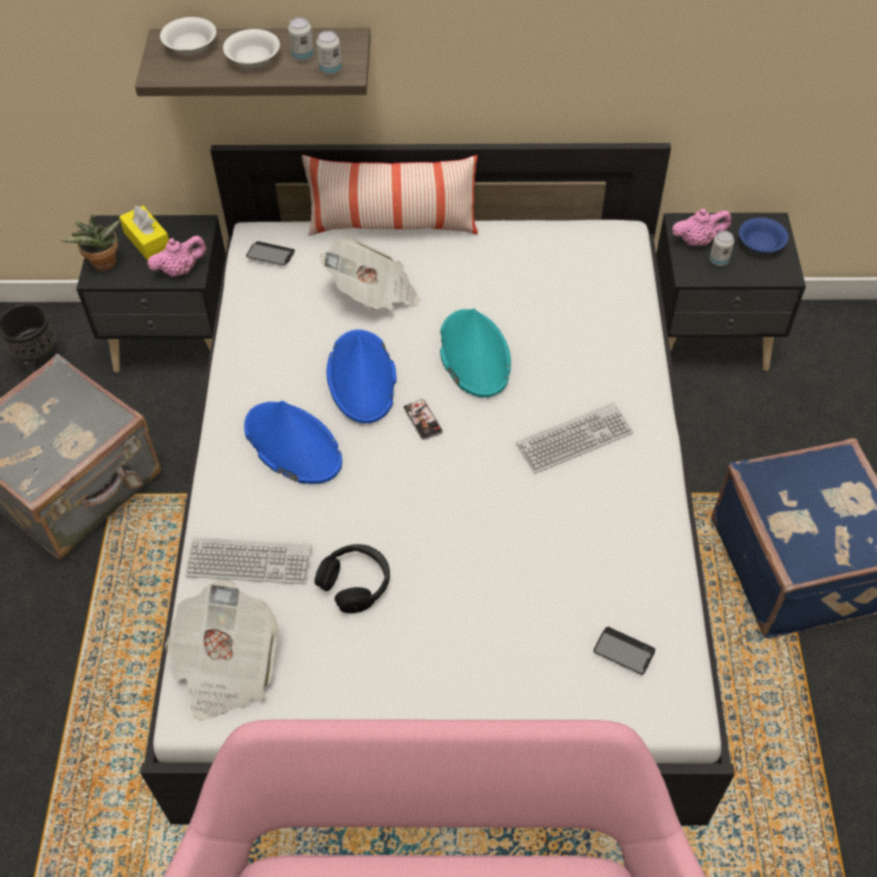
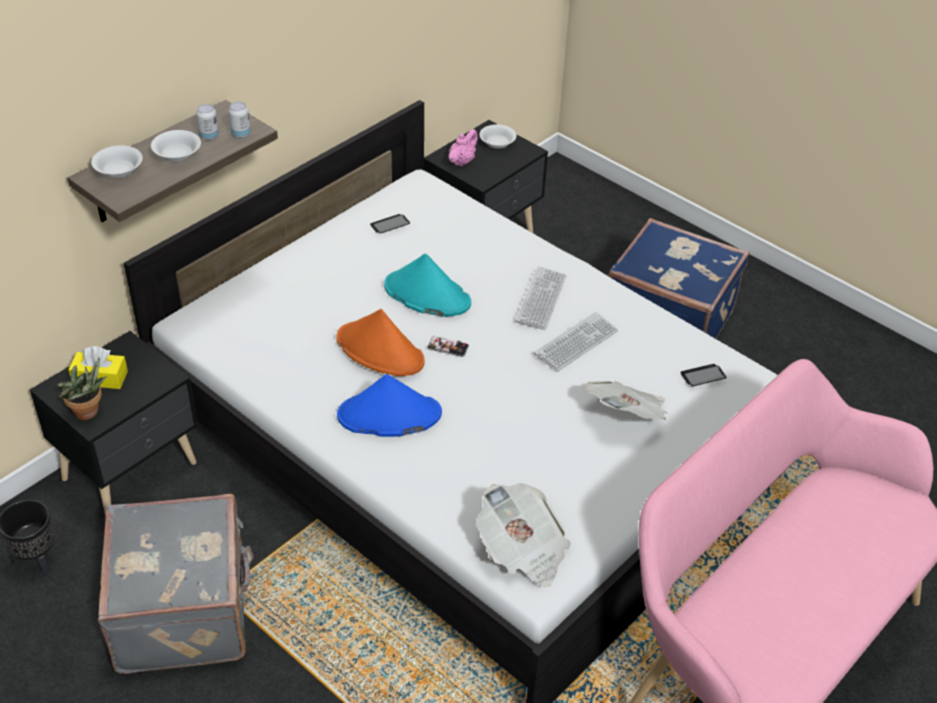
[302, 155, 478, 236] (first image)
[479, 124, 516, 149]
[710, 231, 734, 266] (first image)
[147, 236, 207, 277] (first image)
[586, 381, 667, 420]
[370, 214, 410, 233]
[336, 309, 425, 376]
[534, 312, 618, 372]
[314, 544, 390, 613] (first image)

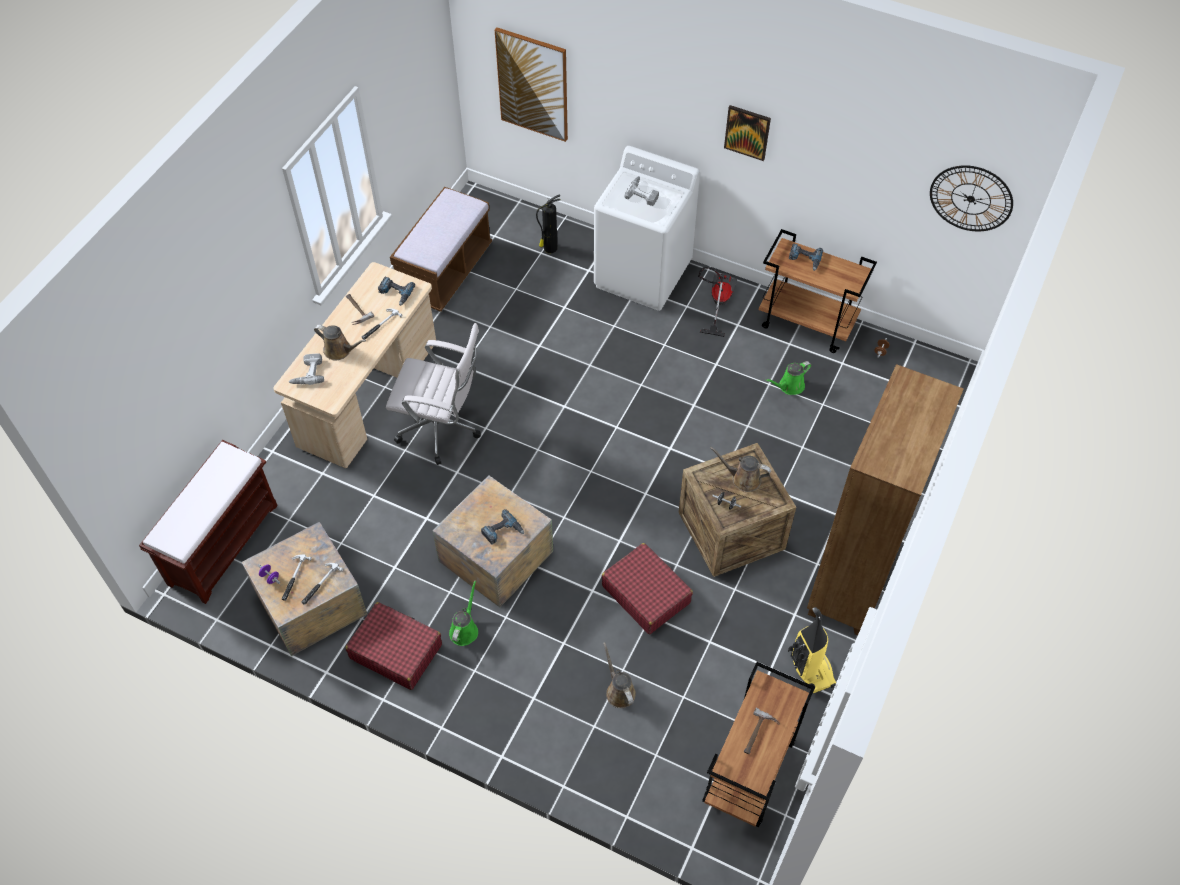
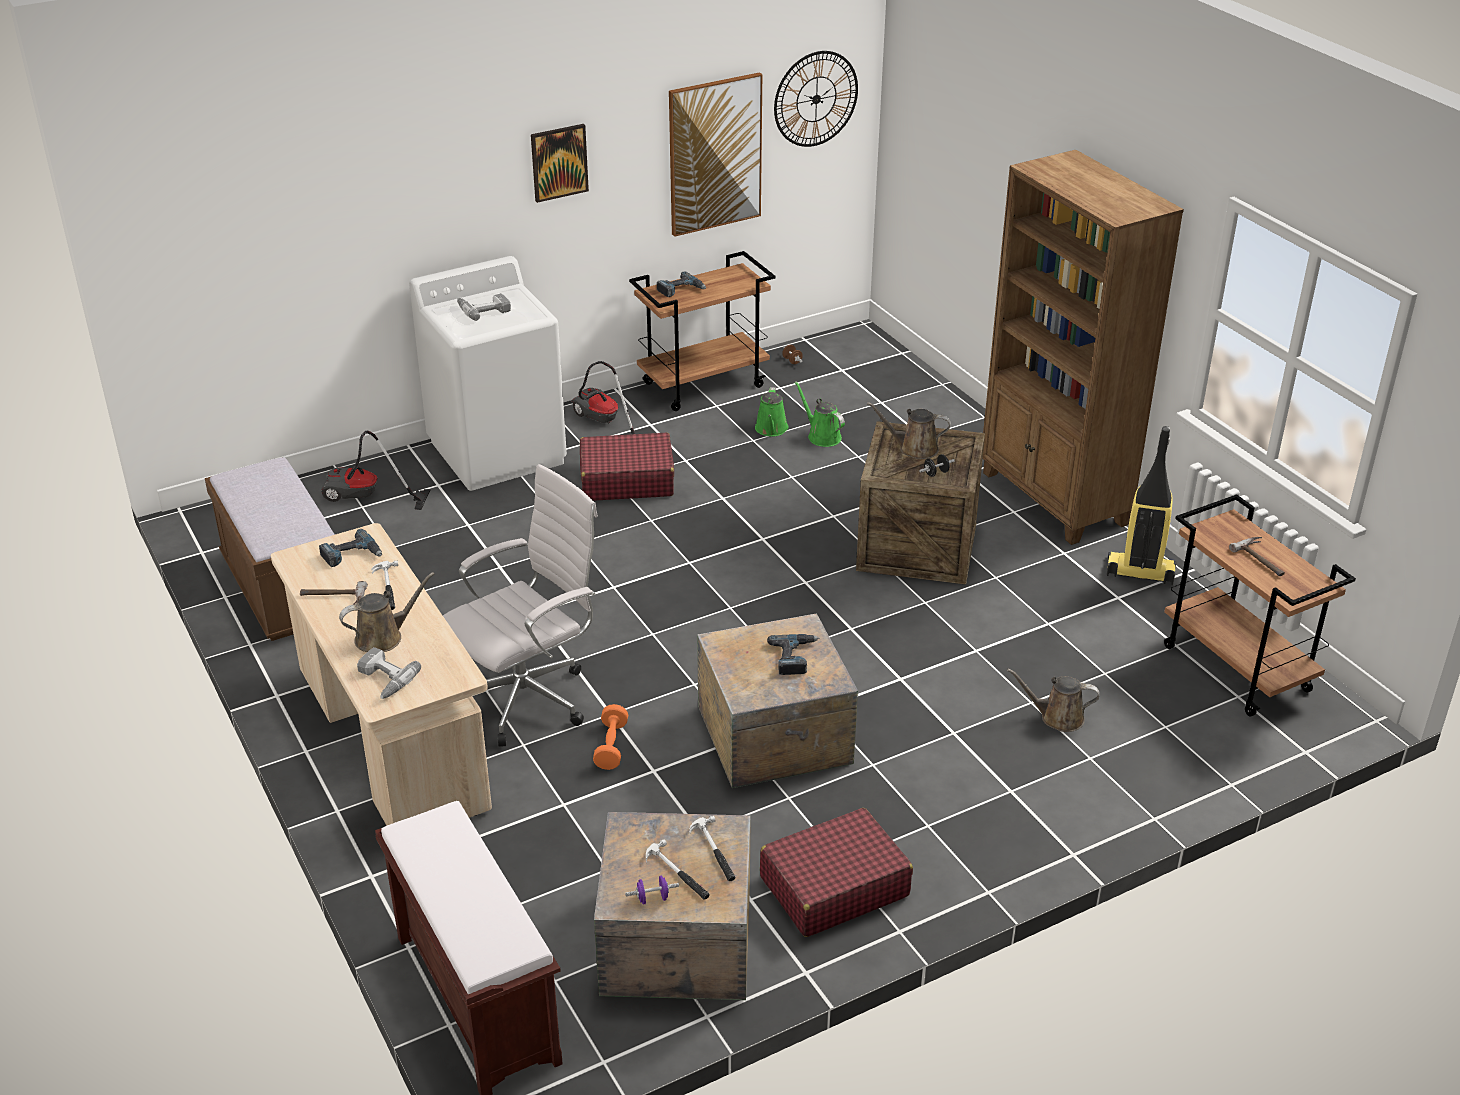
[669, 72, 762, 237]
[321, 430, 431, 510]
[867, 402, 951, 459]
[580, 432, 674, 501]
[794, 381, 845, 447]
[593, 704, 628, 770]

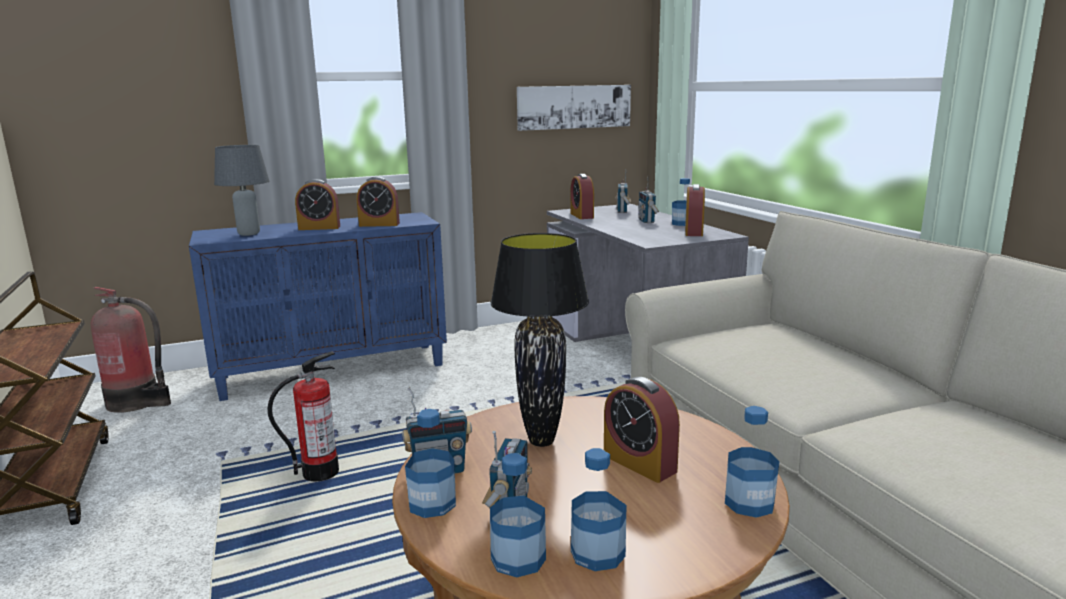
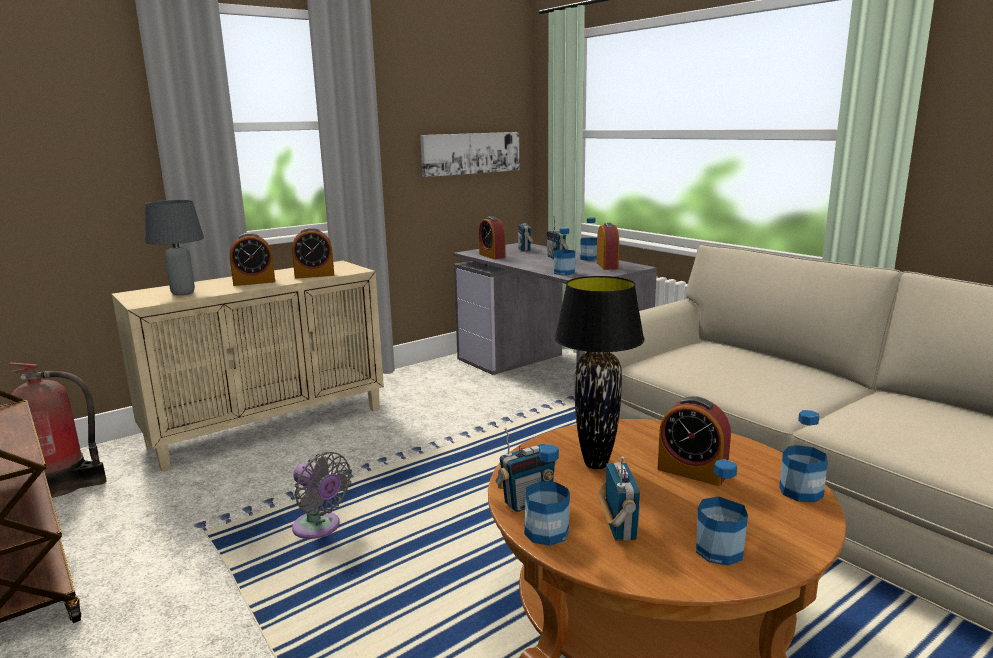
[112, 261, 384, 472]
[292, 452, 352, 539]
[554, 228, 575, 275]

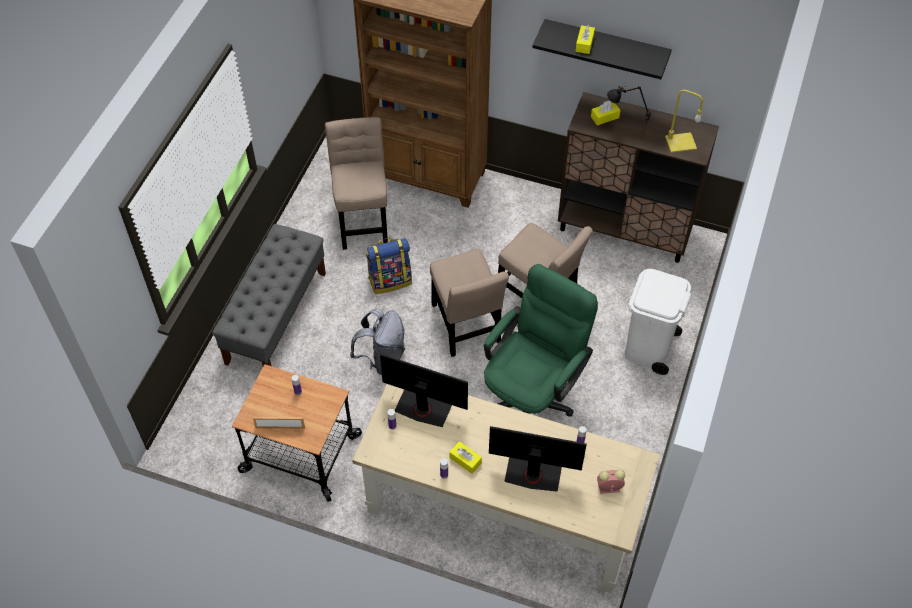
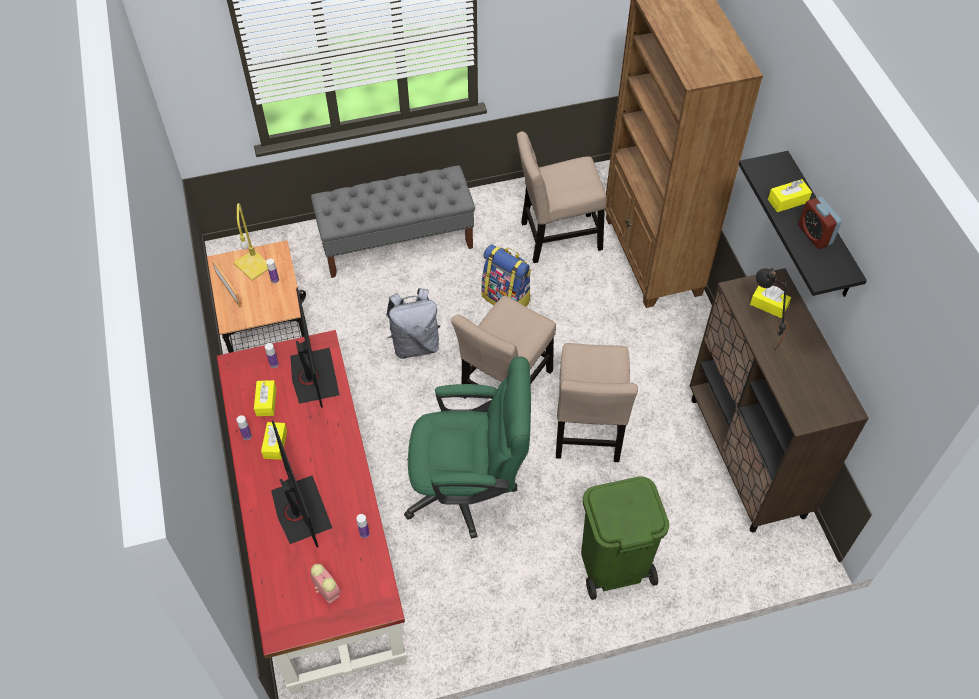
[234, 203, 268, 281]
[517, 131, 607, 263]
[581, 477, 669, 600]
[217, 330, 407, 694]
[798, 196, 842, 249]
[254, 380, 276, 416]

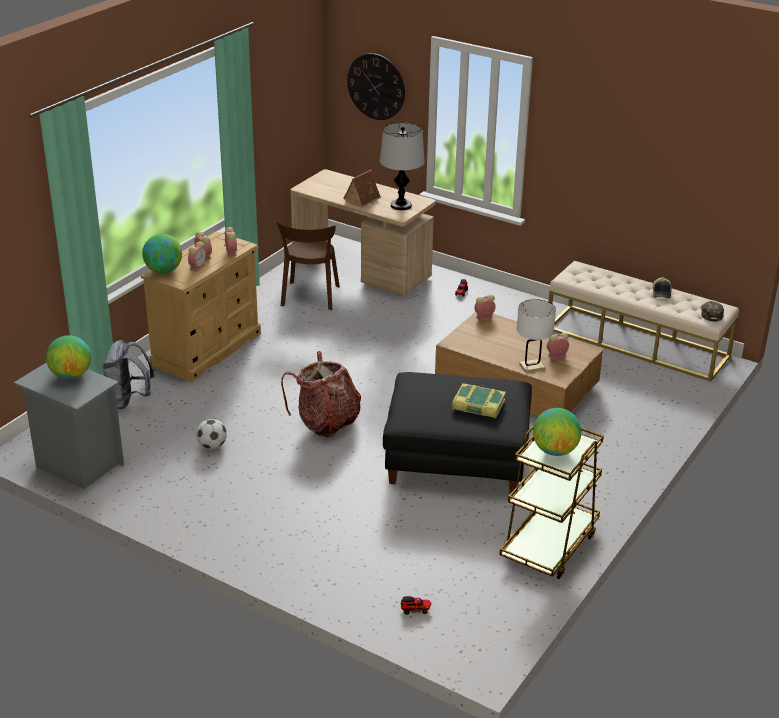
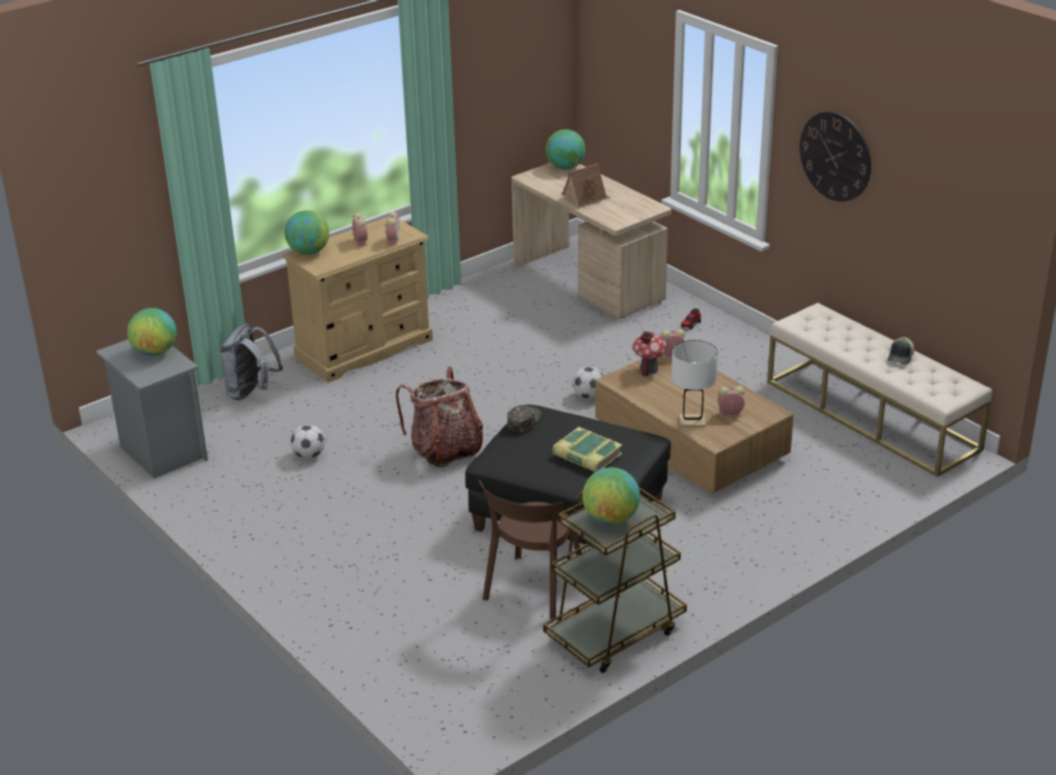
[800, 112, 871, 202]
[380, 123, 425, 210] (first image)
[479, 480, 580, 620]
[188, 241, 206, 272] (first image)
[507, 405, 541, 432]
[400, 596, 432, 615] (first image)
[546, 129, 585, 170]
[633, 331, 667, 376]
[573, 367, 603, 399]

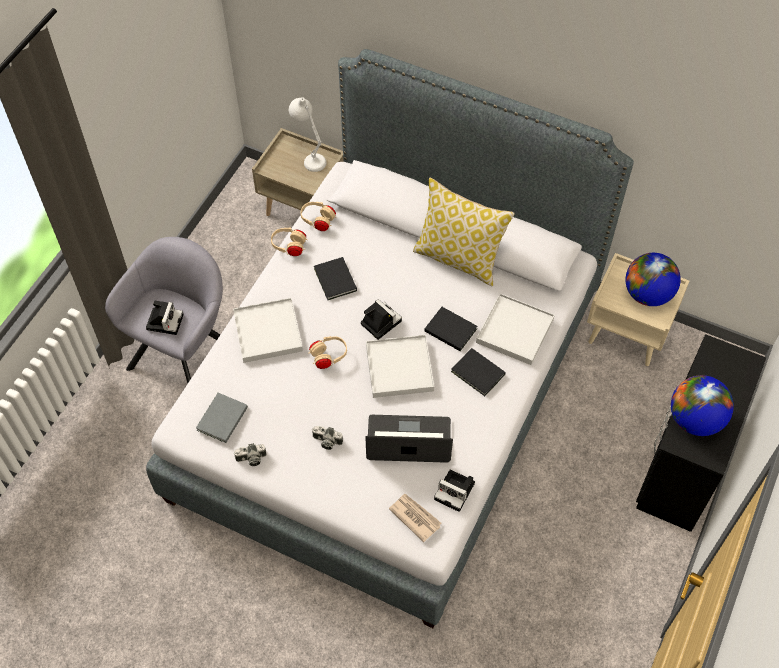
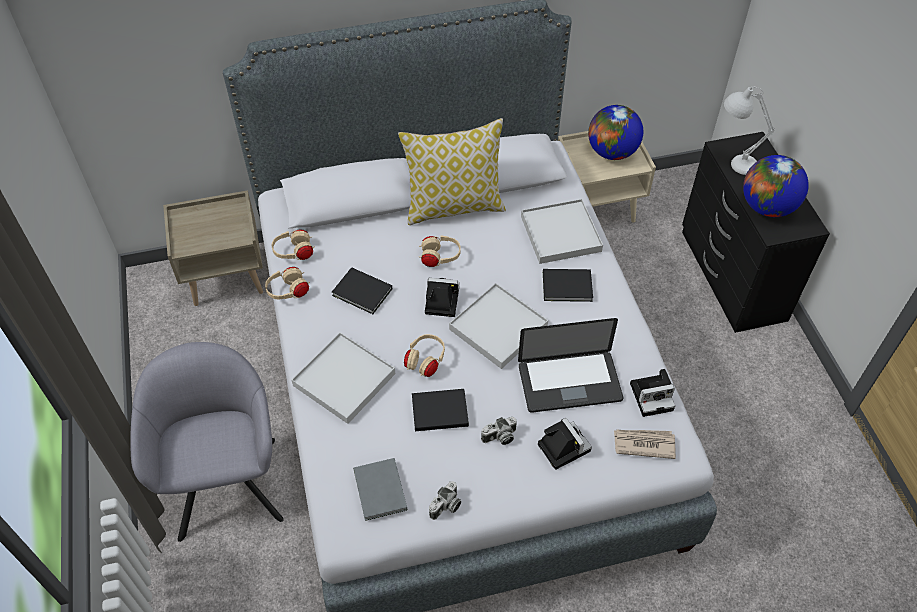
[724, 87, 775, 175]
[538, 418, 592, 470]
[412, 389, 469, 431]
[518, 318, 623, 413]
[419, 235, 461, 267]

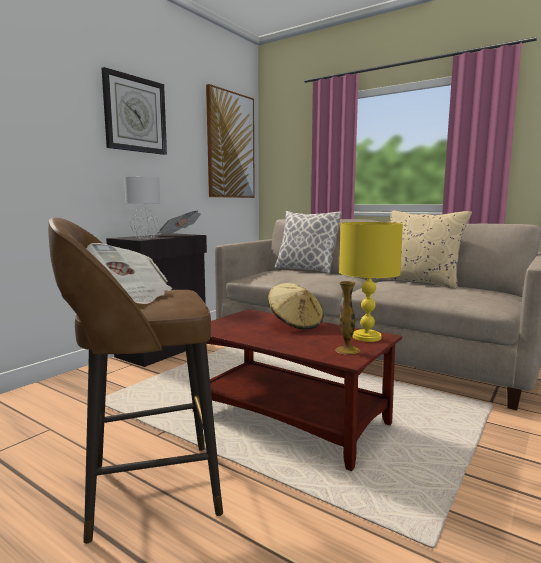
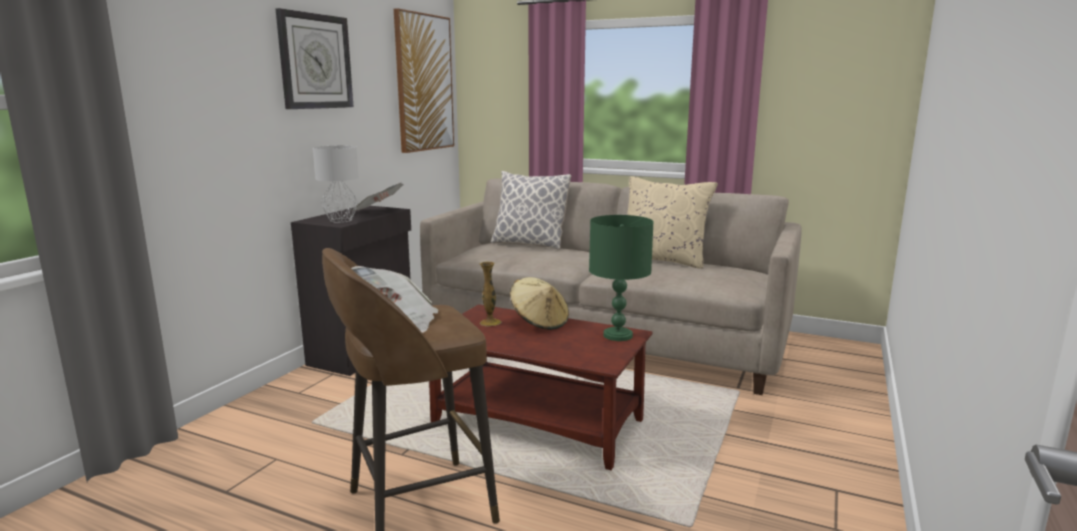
[589, 215, 654, 341]
[480, 261, 501, 327]

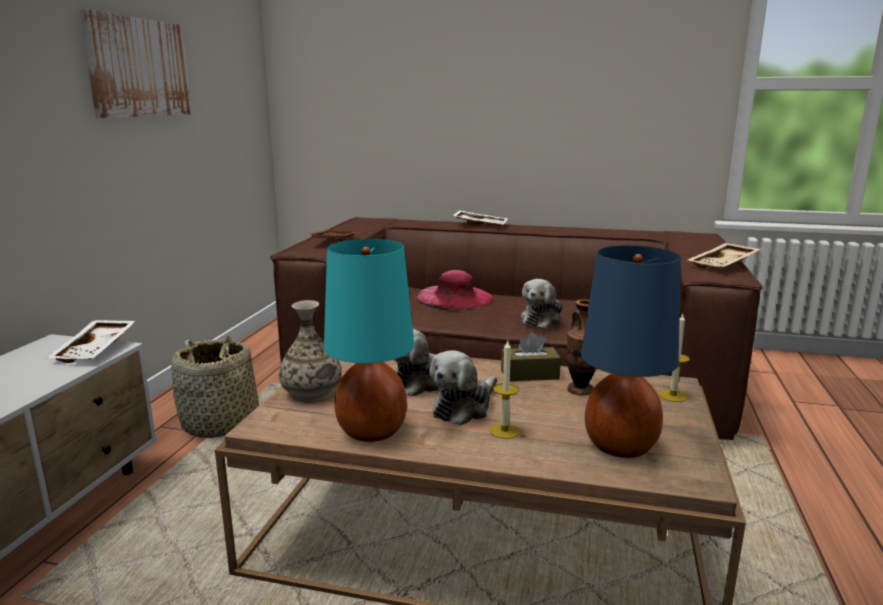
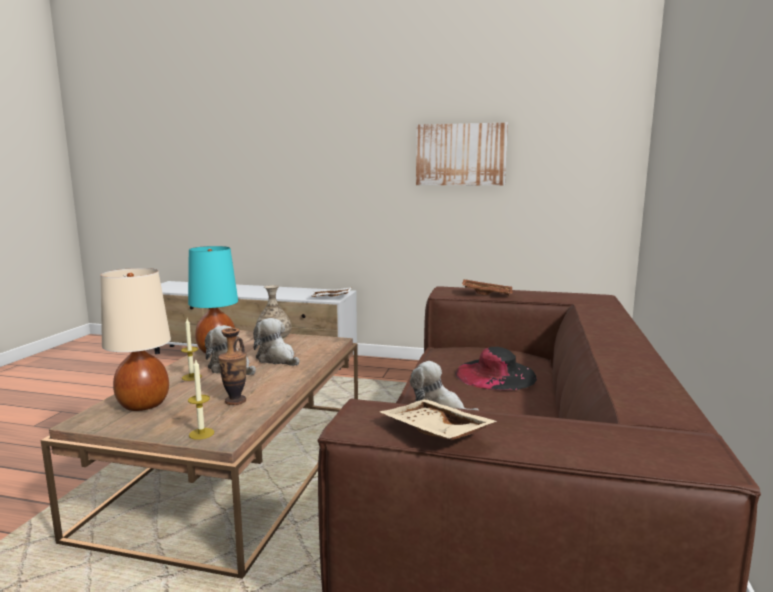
[453, 210, 508, 227] (first image)
[100, 268, 171, 411]
[456, 347, 537, 391]
[501, 332, 561, 381] (first image)
[171, 336, 259, 438] (first image)

